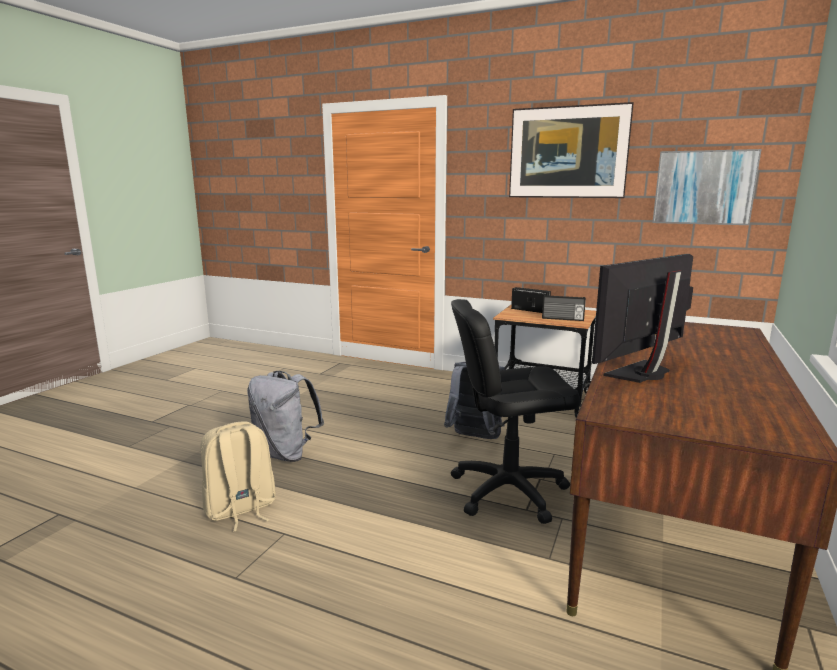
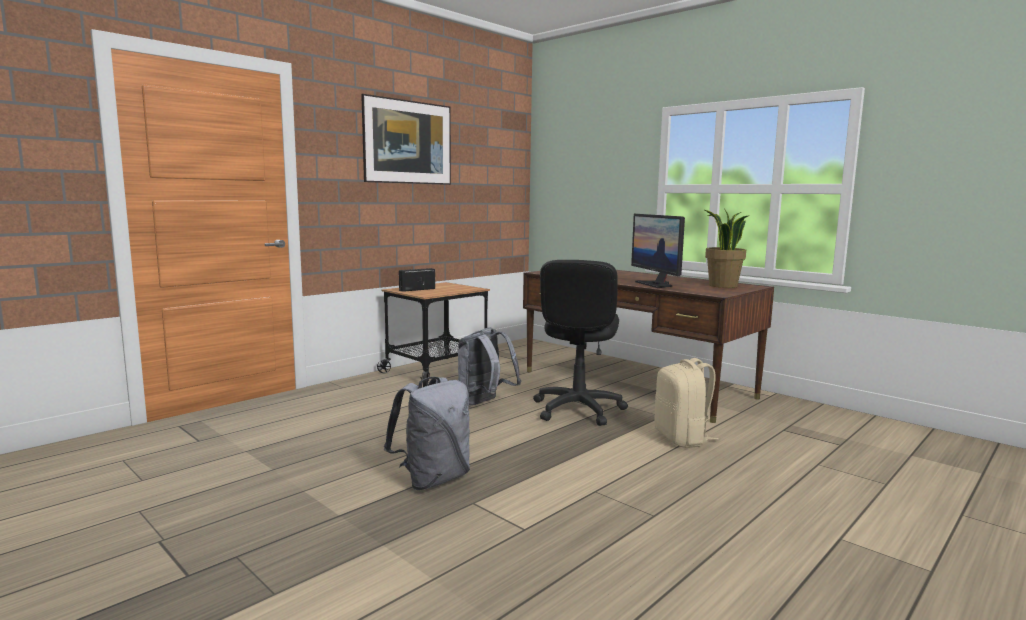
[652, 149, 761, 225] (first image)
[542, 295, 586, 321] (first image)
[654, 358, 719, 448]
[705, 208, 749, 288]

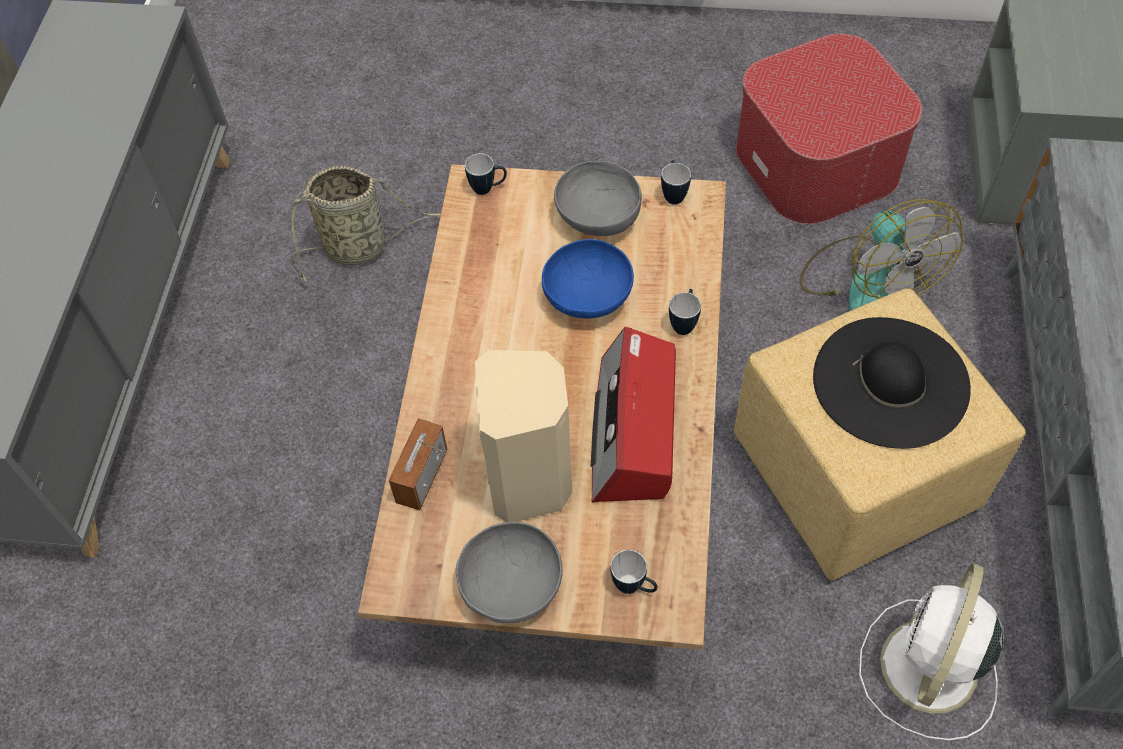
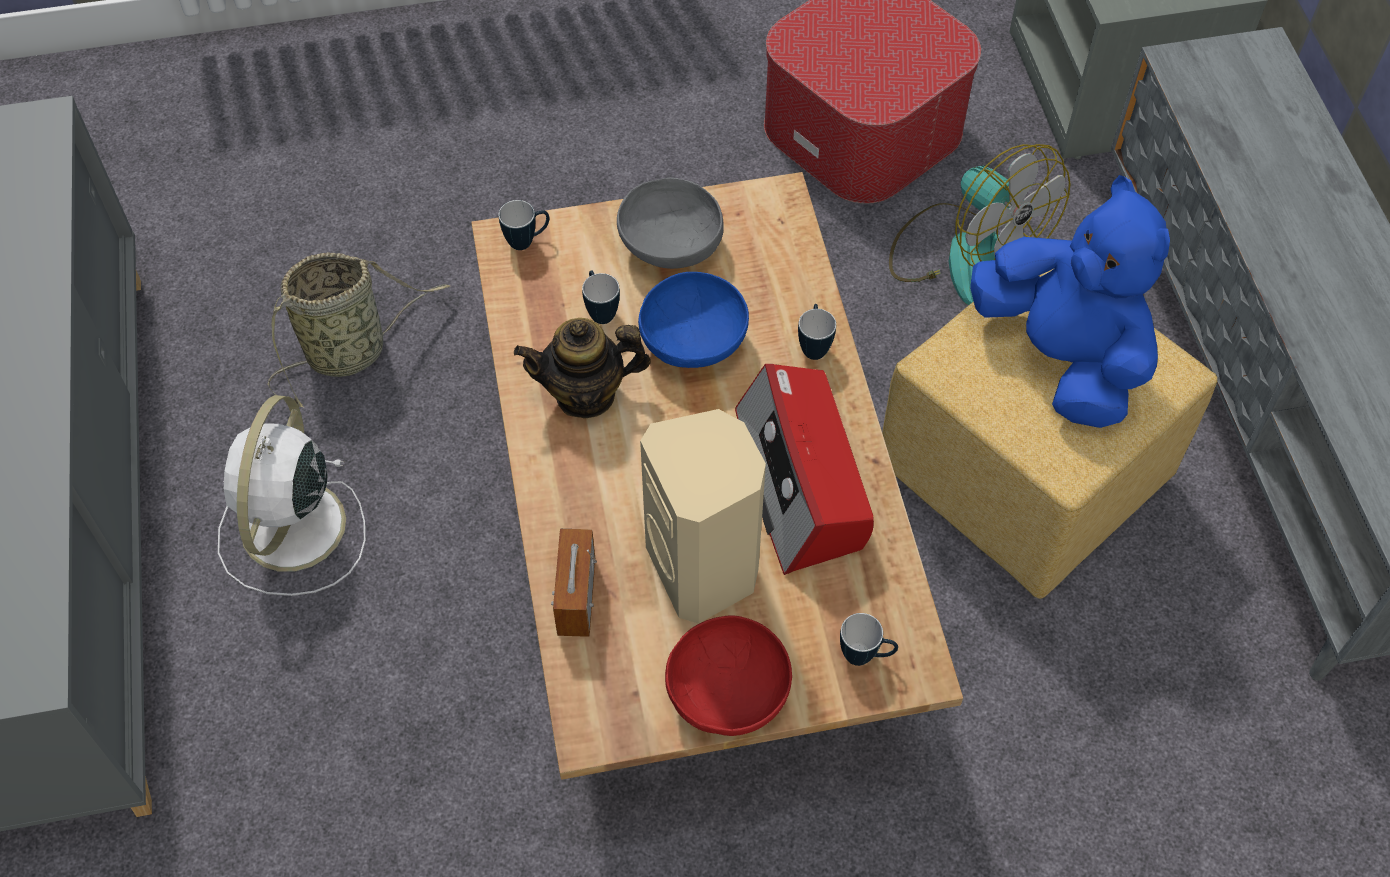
[582, 270, 620, 324]
[970, 175, 1170, 428]
[665, 616, 792, 736]
[218, 395, 366, 596]
[514, 318, 651, 419]

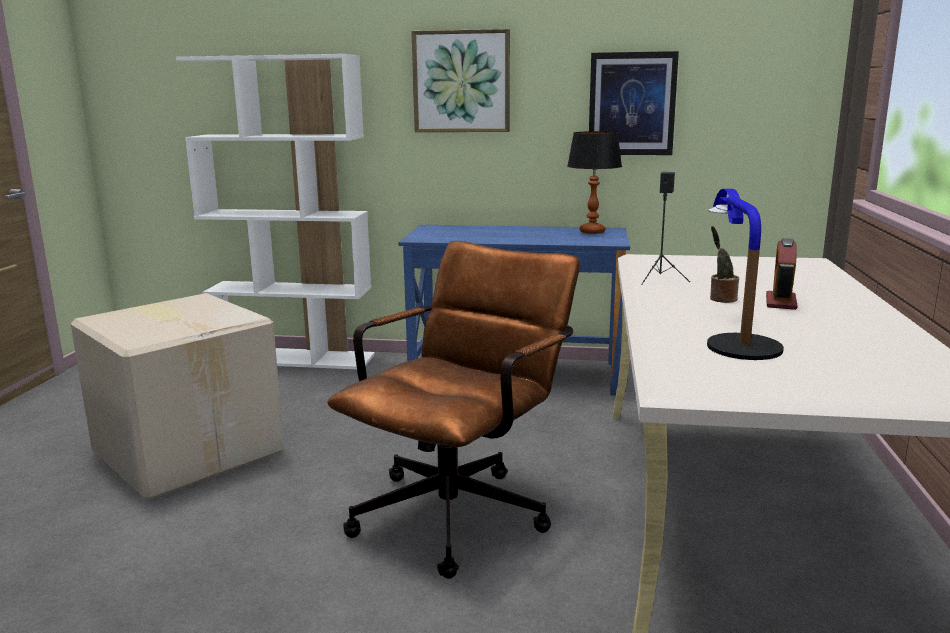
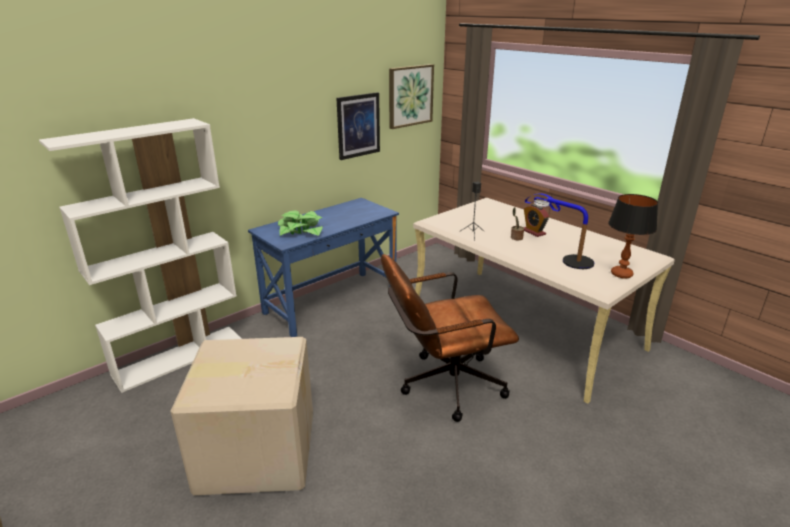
[389, 64, 434, 129]
[608, 194, 658, 279]
[381, 254, 519, 422]
[278, 210, 323, 236]

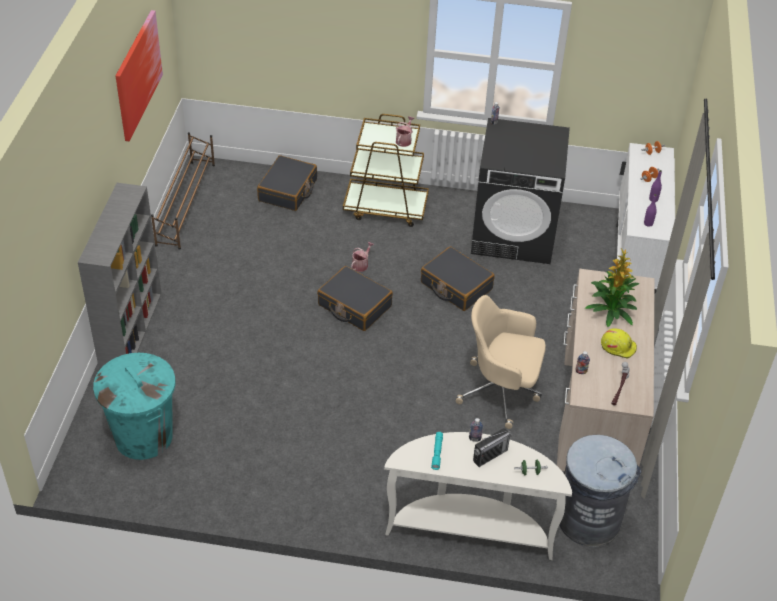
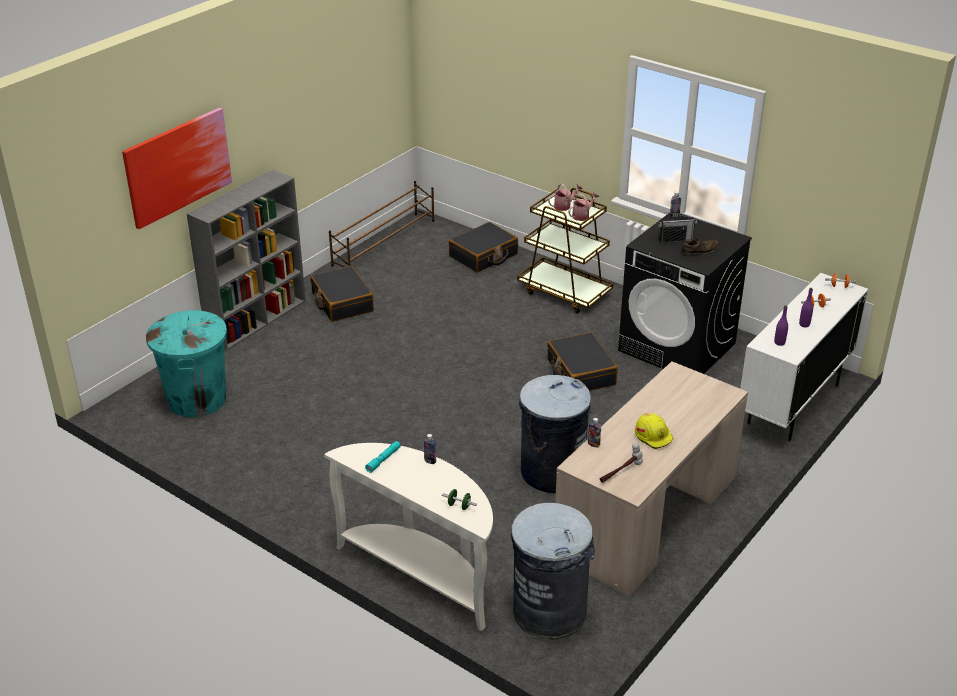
[122, 108, 232, 229]
[548, 184, 583, 211]
[585, 249, 640, 327] (first image)
[310, 266, 374, 322]
[519, 375, 591, 493]
[658, 212, 697, 243]
[681, 239, 720, 255]

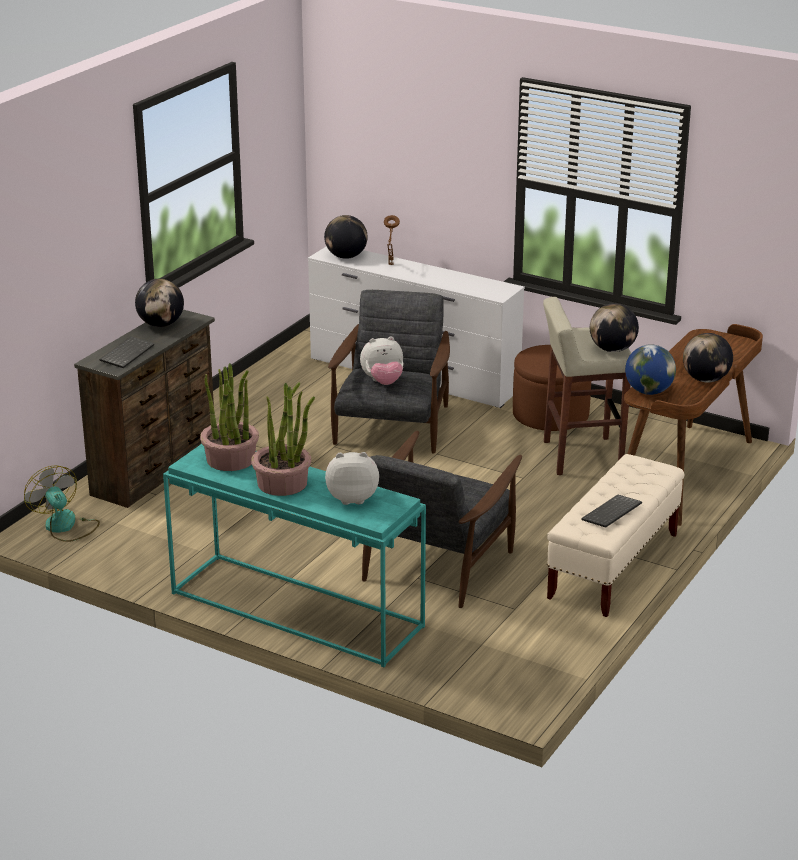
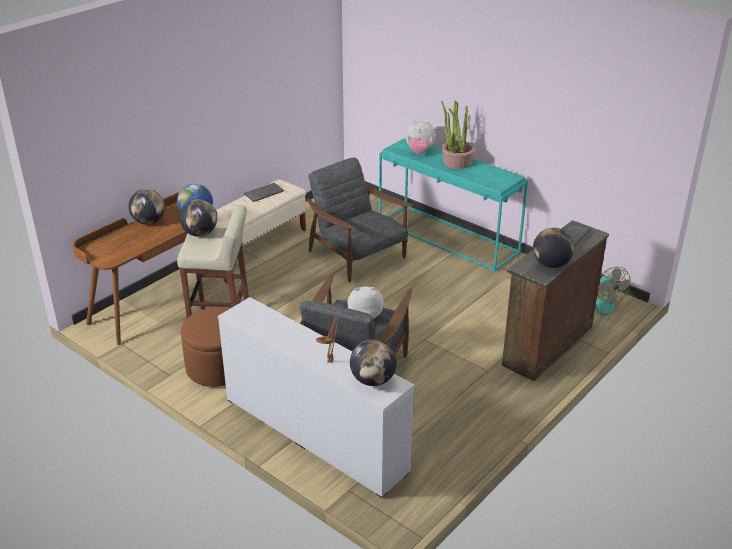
[200, 363, 259, 471] (first image)
[307, 158, 414, 282]

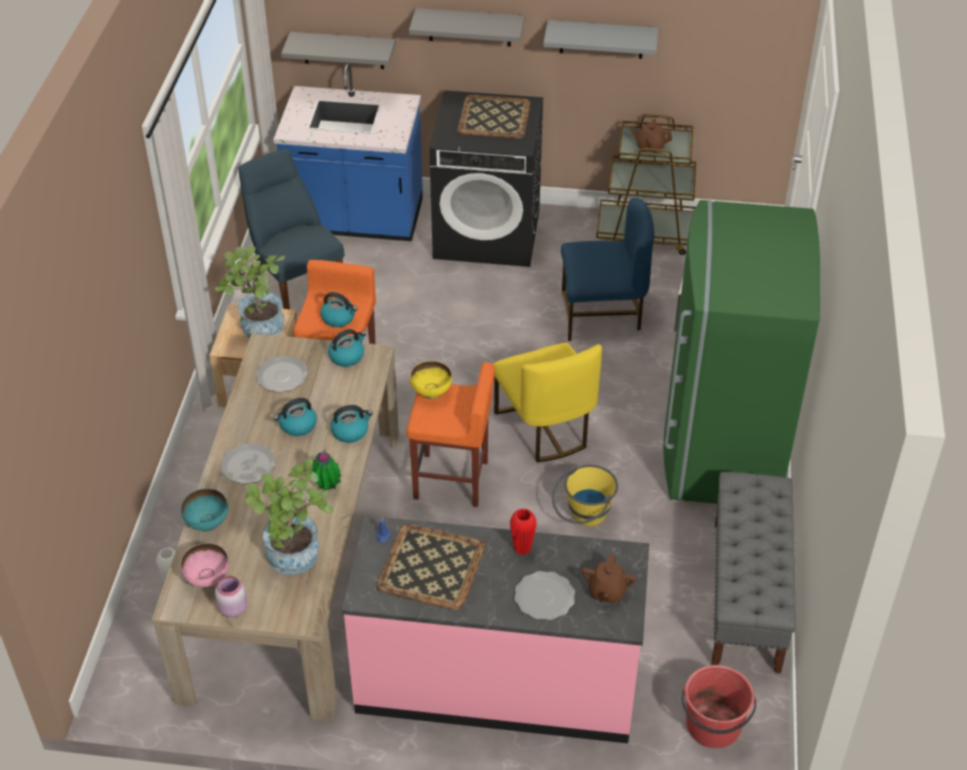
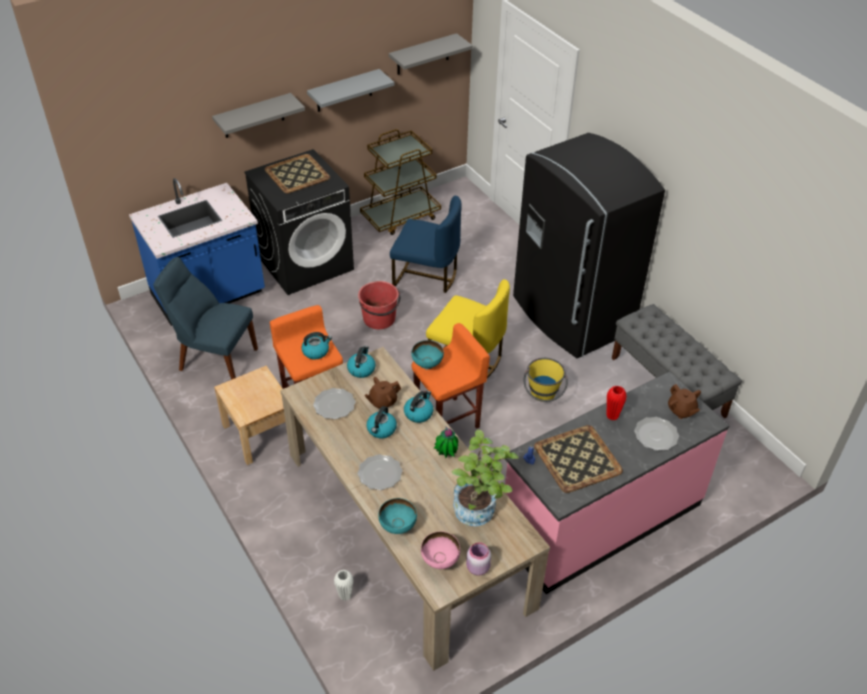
[389, 33, 473, 75]
[364, 377, 401, 409]
[390, 196, 462, 293]
[513, 133, 665, 358]
[215, 246, 285, 338] (first image)
[411, 340, 444, 369]
[358, 281, 400, 329]

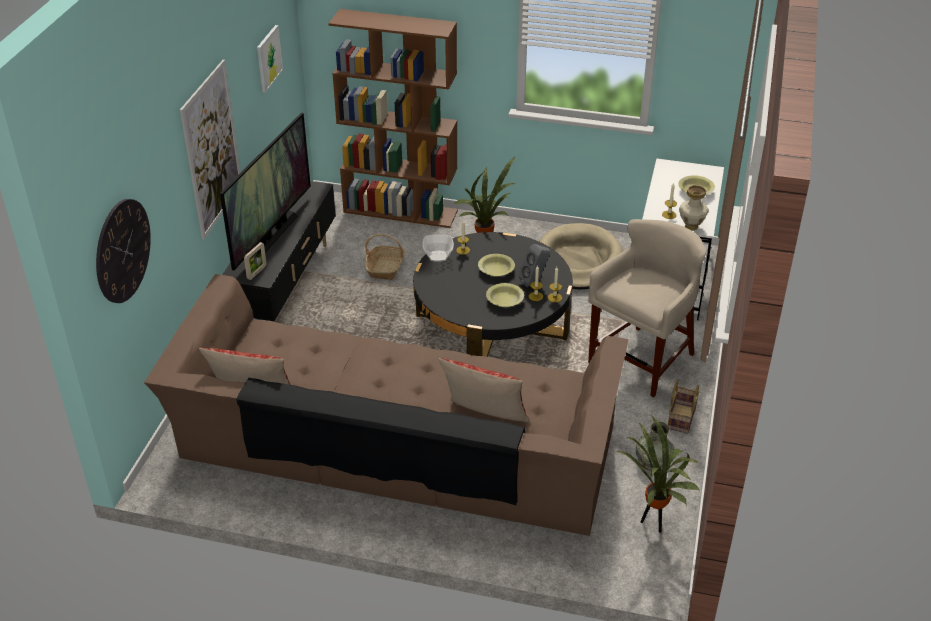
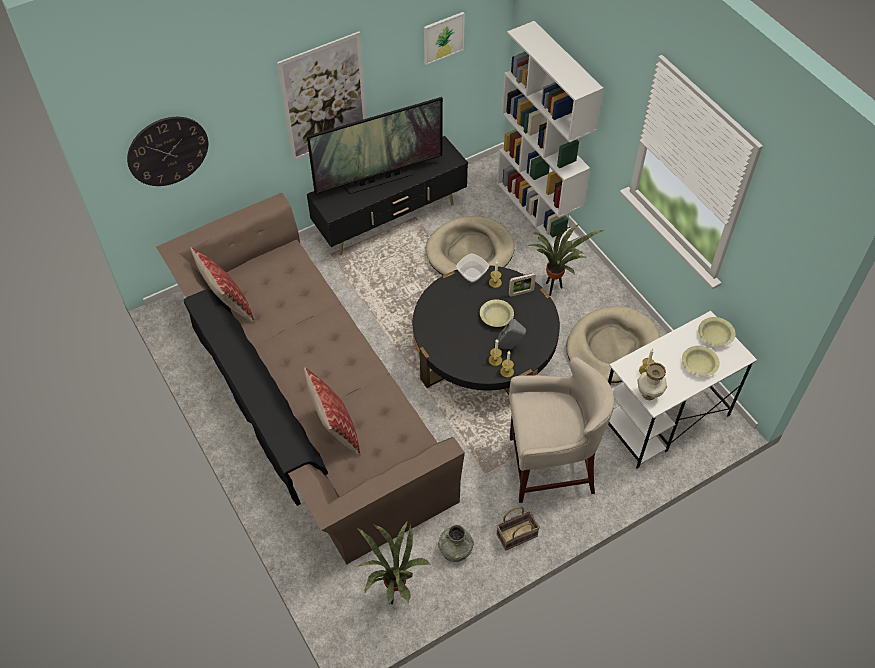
[497, 21, 603, 249]
[426, 216, 515, 275]
[509, 273, 536, 297]
[698, 317, 735, 347]

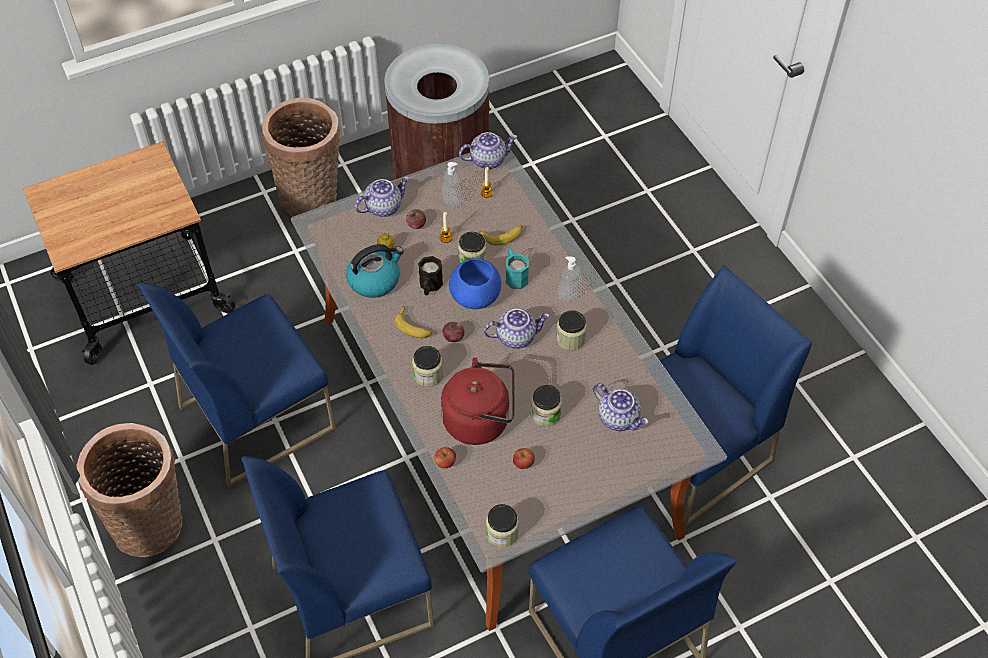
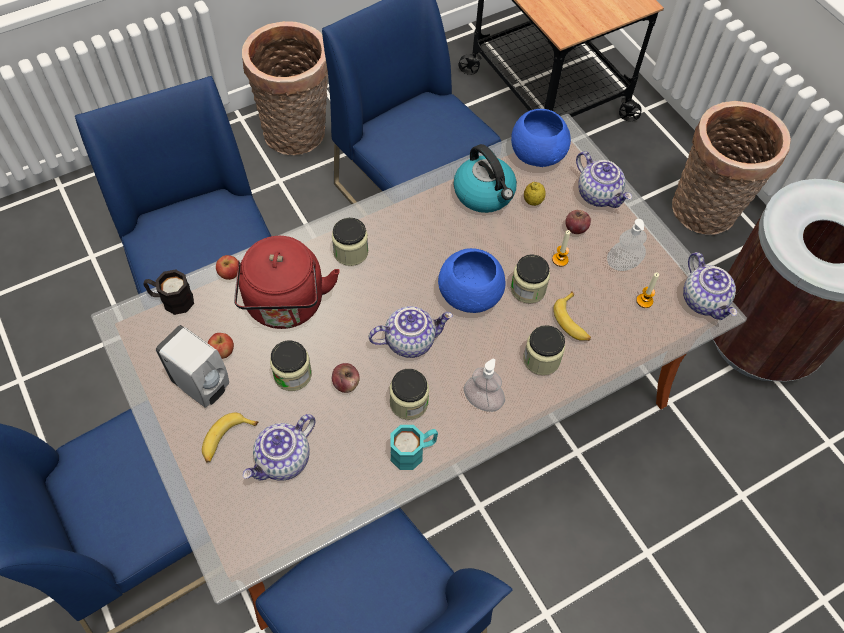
[390, 425, 438, 470]
[143, 269, 194, 315]
[202, 413, 258, 462]
[369, 306, 453, 358]
[332, 363, 360, 393]
[523, 325, 565, 375]
[511, 109, 571, 167]
[156, 325, 229, 408]

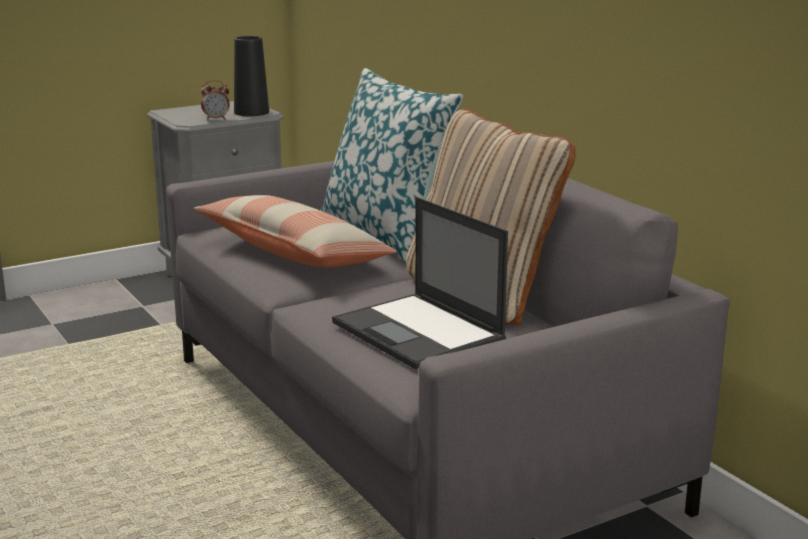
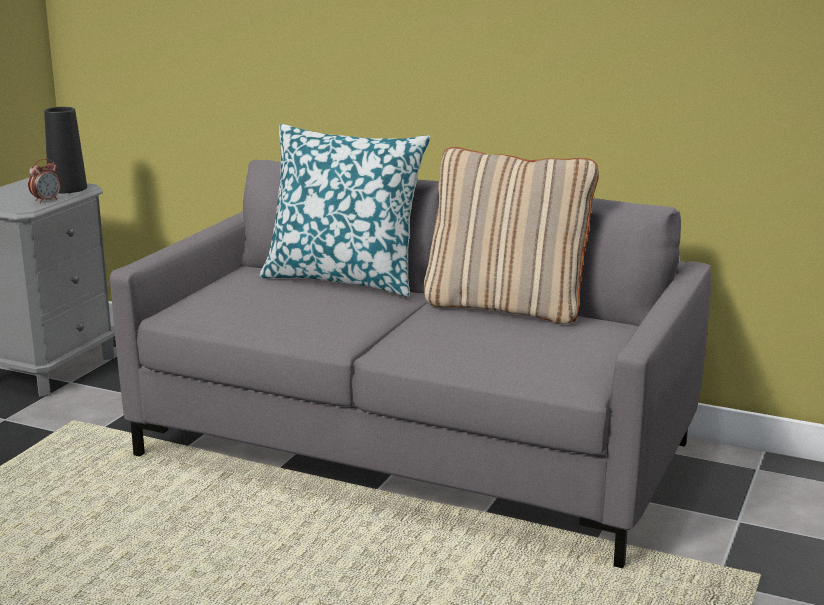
[194, 195, 397, 268] (first image)
[332, 197, 508, 369] (first image)

